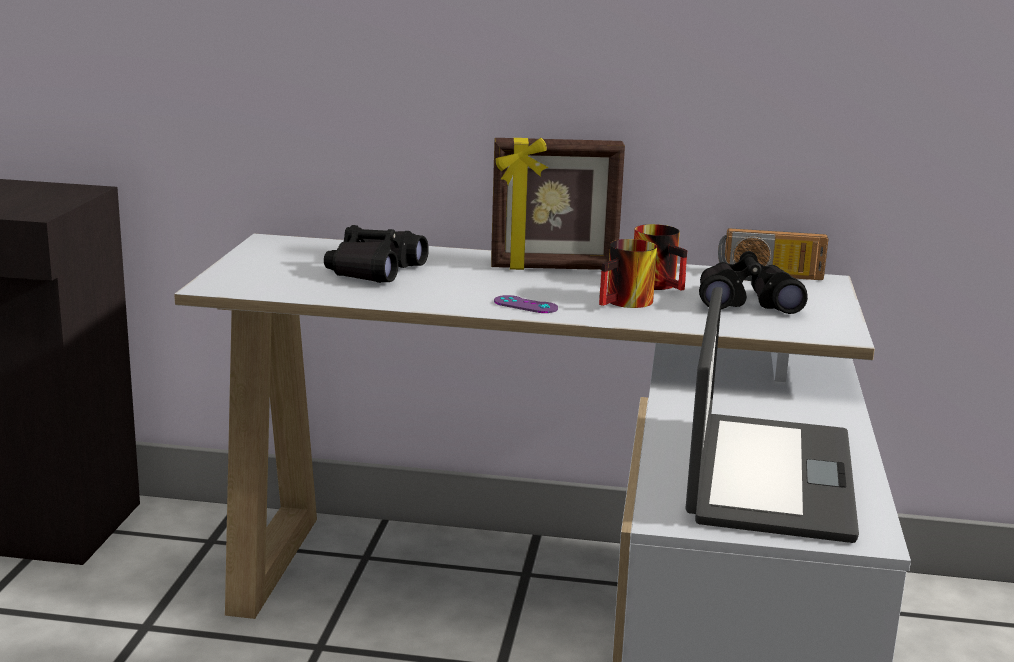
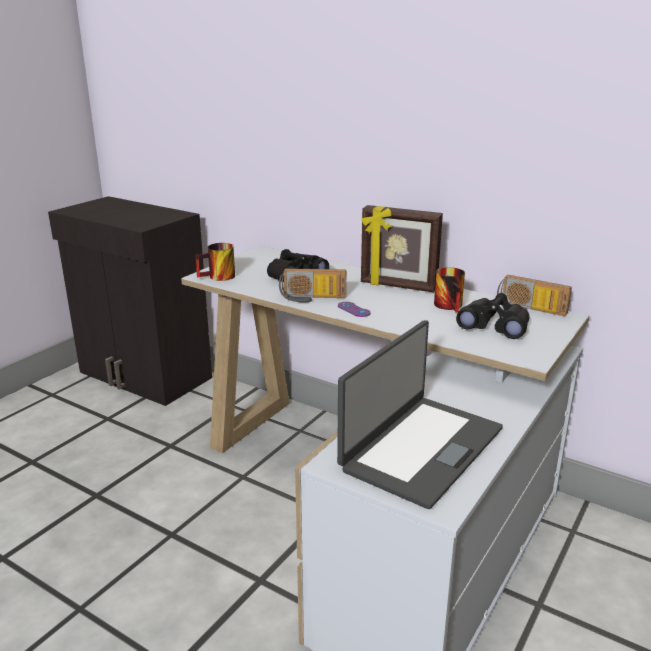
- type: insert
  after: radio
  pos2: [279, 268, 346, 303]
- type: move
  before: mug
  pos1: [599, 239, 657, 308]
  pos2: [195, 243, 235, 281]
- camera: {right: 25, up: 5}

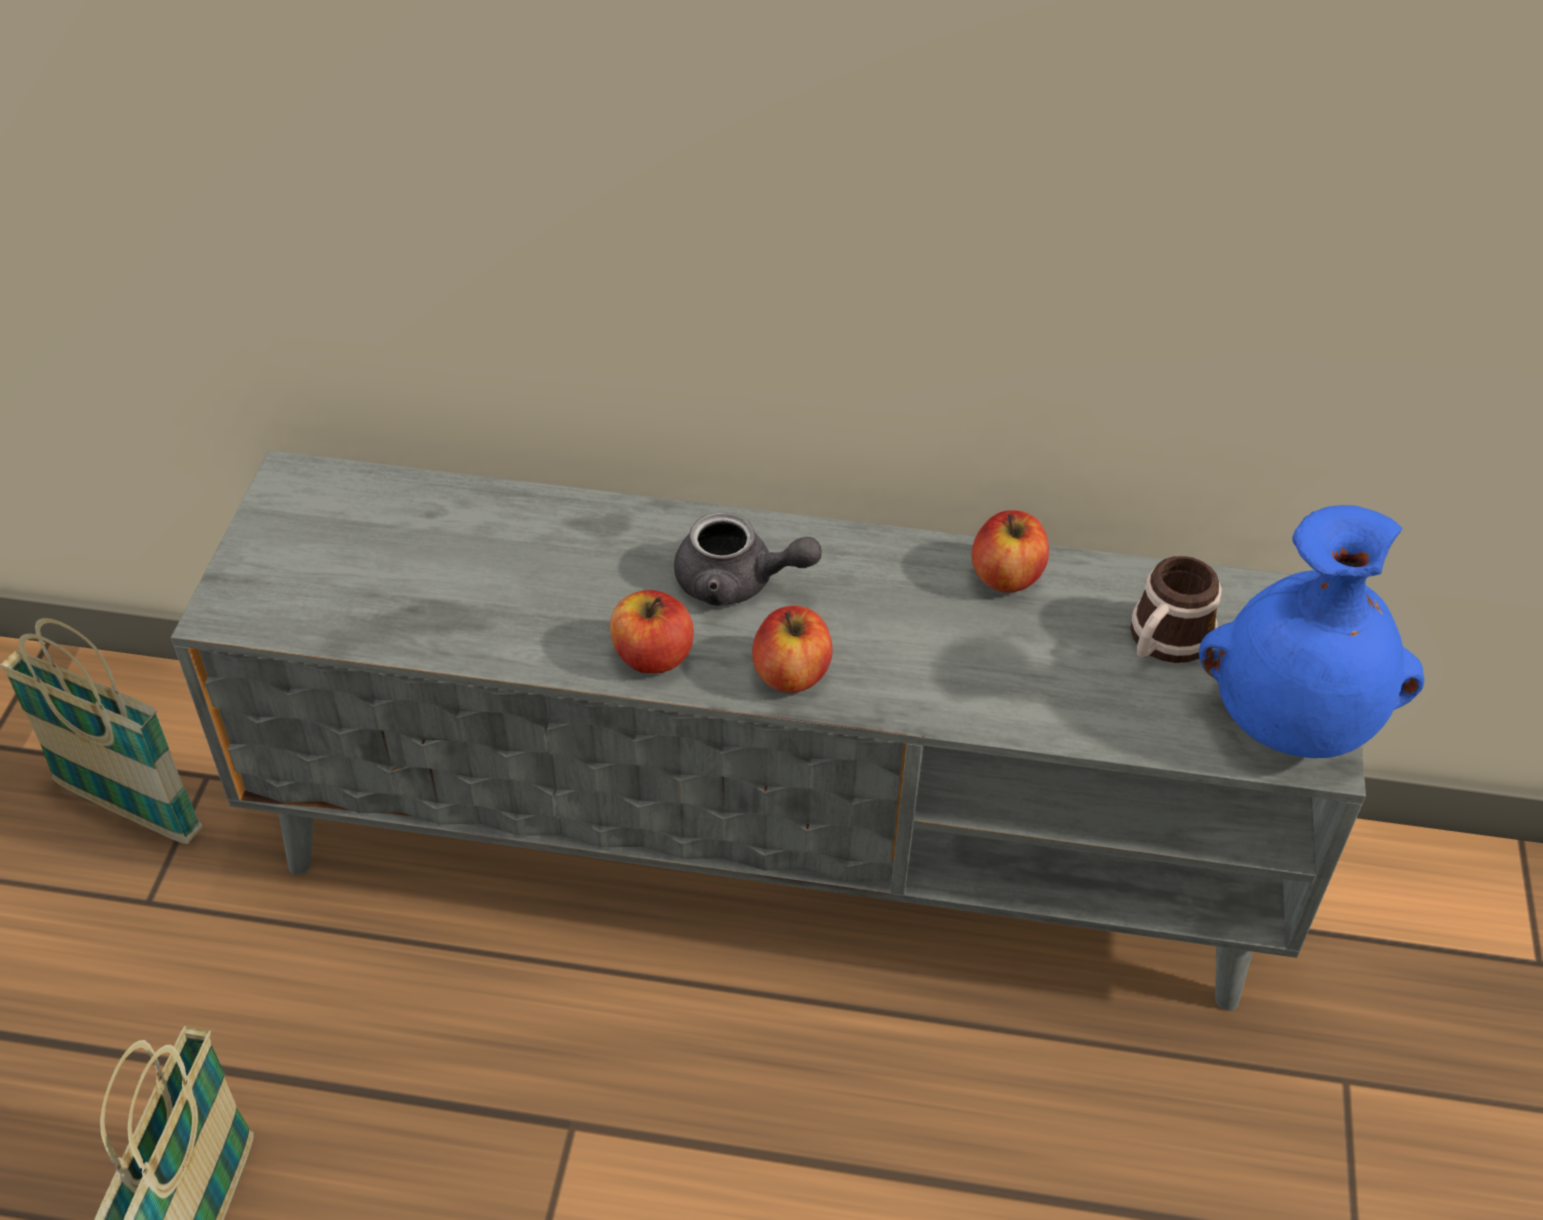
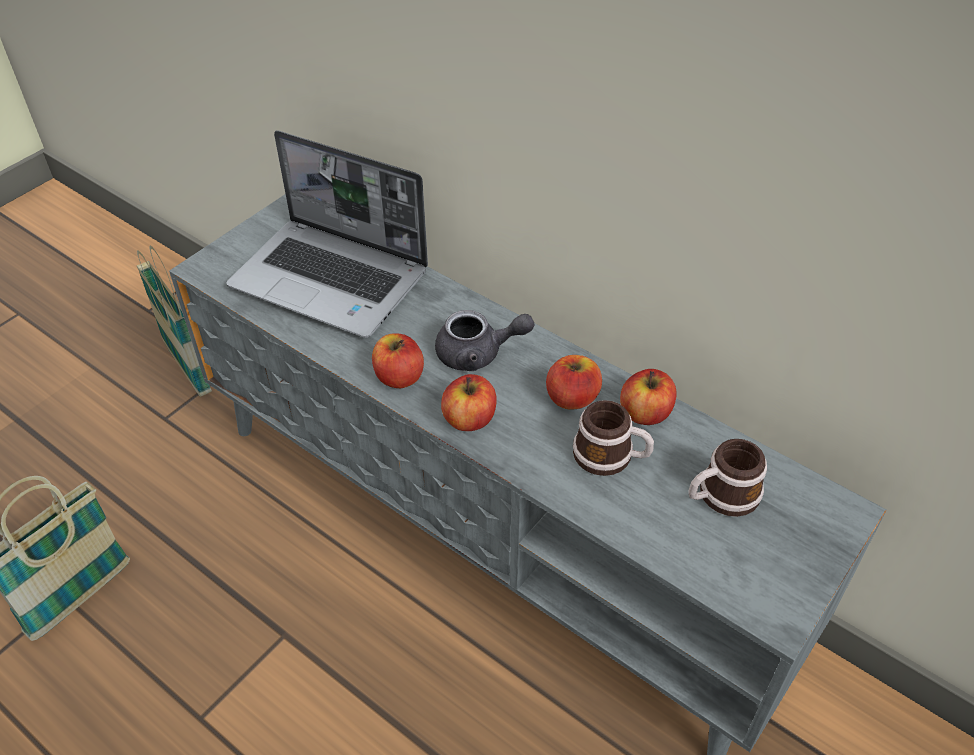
- type: delete
  before: blue vase
  pos1: [1199, 505, 1424, 758]
- type: insert
  after: laptop
  pos2: [226, 130, 428, 338]
- type: insert
  after: apple
  pos2: [546, 355, 602, 410]
- type: insert
  after: mug
  pos2: [573, 400, 654, 476]
- type: rotate
  before: grey teapot
  pos1: [674, 512, 822, 606]
  pos2: [435, 310, 534, 371]
  turn: -45
- camera: {right: 30, up: 0}

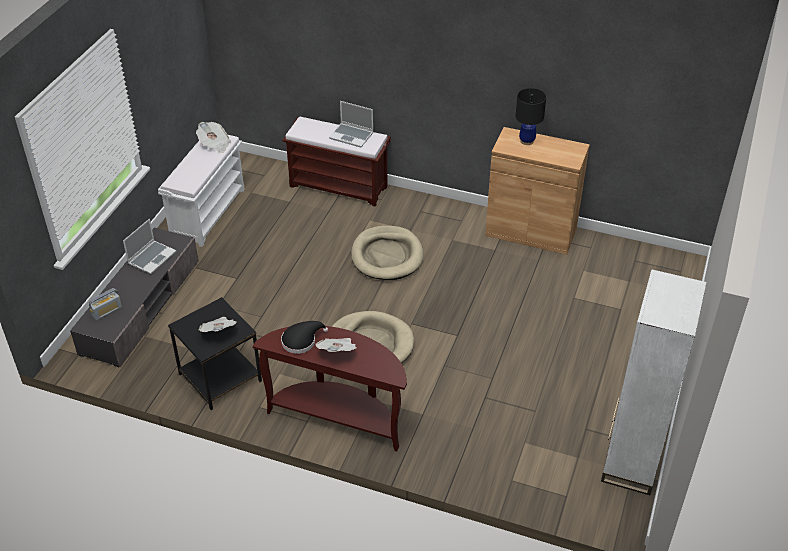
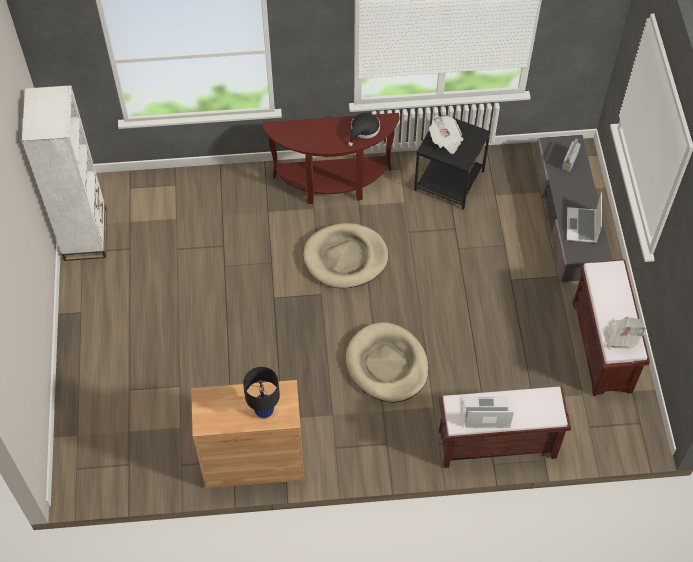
- type: delete
  before: newspaper
  pos1: [315, 338, 357, 352]
- type: recolor
  before: white bench
  after: brown bench
  pos1: [158, 135, 245, 247]
  pos2: [572, 259, 650, 396]
- camera: {right: 155, up: 15}

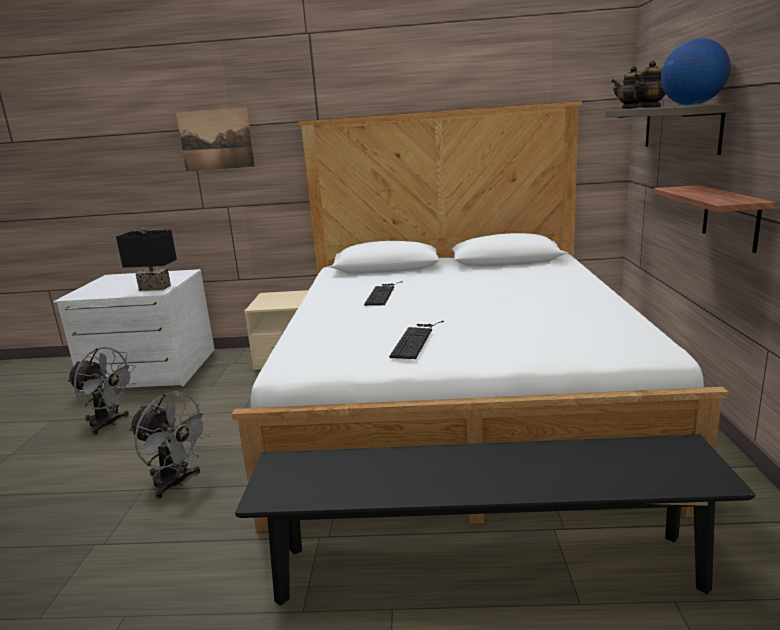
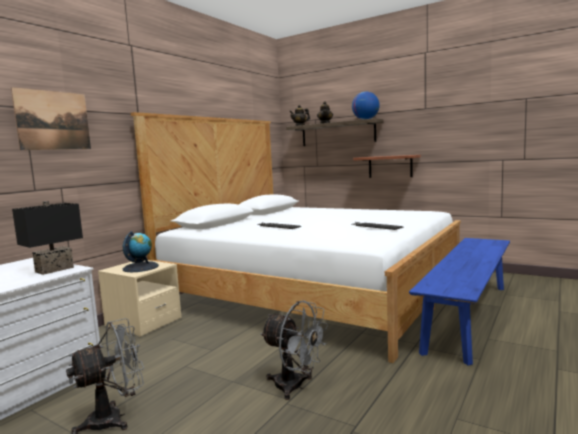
- type: insert
  after: globe
  pos2: [123, 231, 159, 272]
- type: recolor
  before: black bench
  after: blue bench
  pos1: [235, 434, 755, 606]
  pos2: [409, 238, 510, 366]
- type: rotate
  before: grey fan
  pos1: [129, 391, 210, 499]
  pos2: [260, 301, 328, 400]
  turn: 60
- camera: {right: -60, up: -10}

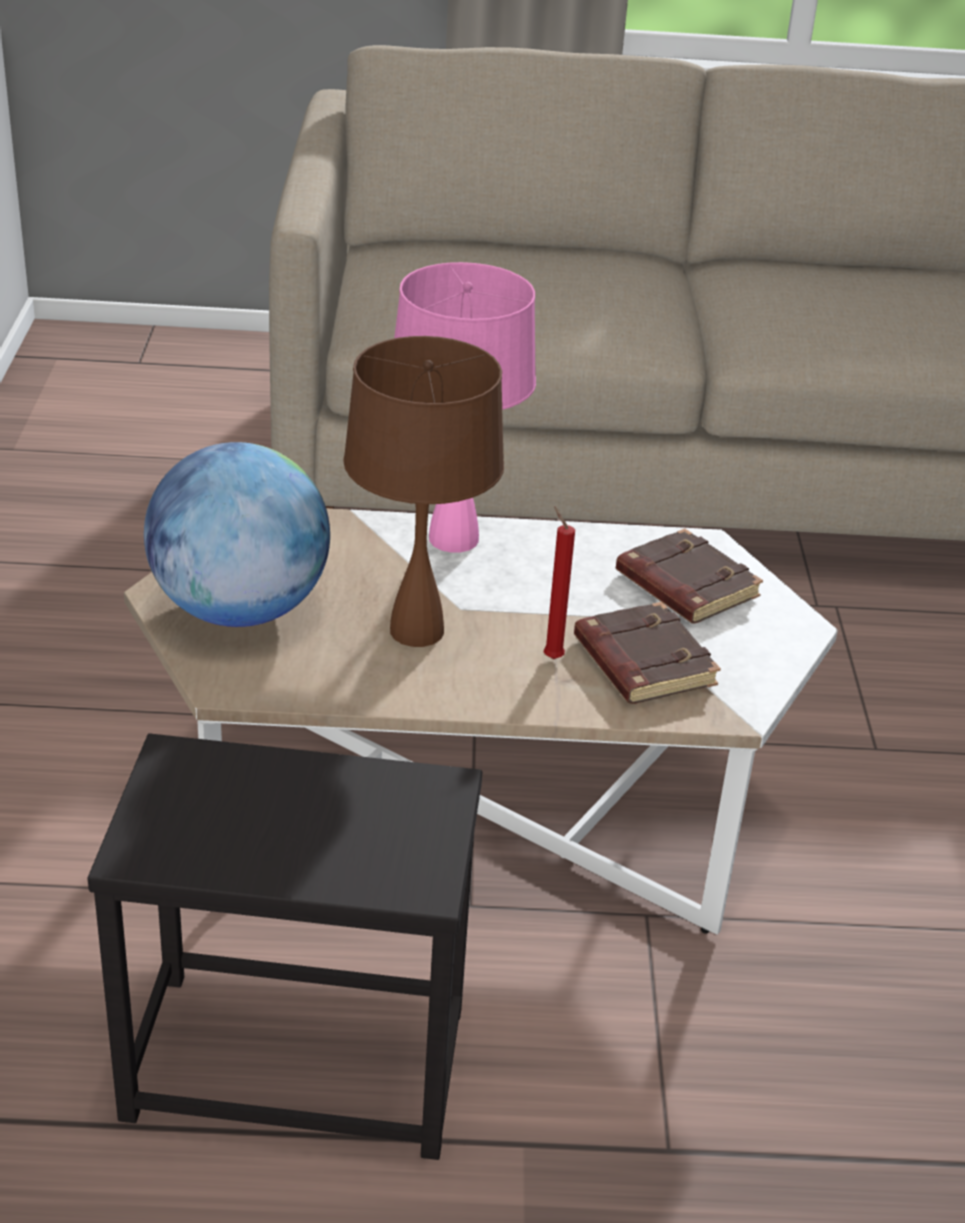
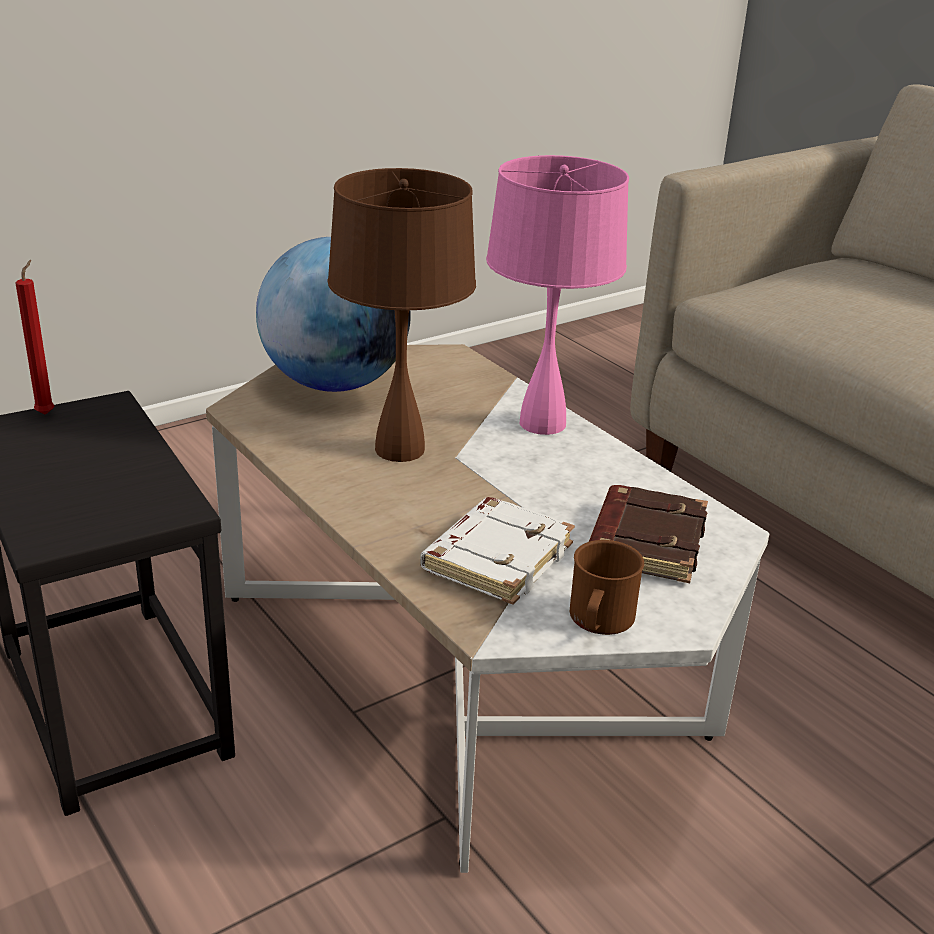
- type: insert
  after: brown mug
  pos2: [570, 540, 644, 635]
- type: move
  before: red candle
  pos1: [544, 506, 575, 659]
  pos2: [15, 260, 55, 415]
- type: recolor
  before: brown book
  after: white book
  pos1: [574, 602, 721, 704]
  pos2: [420, 497, 575, 605]
- camera: {right: 55, up: -5}

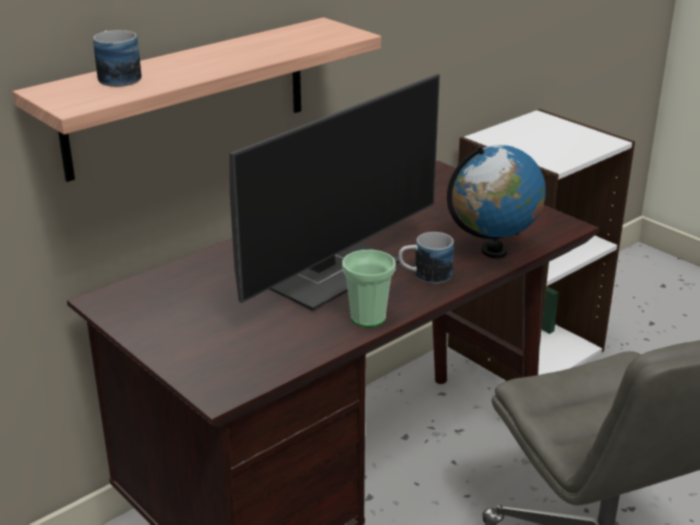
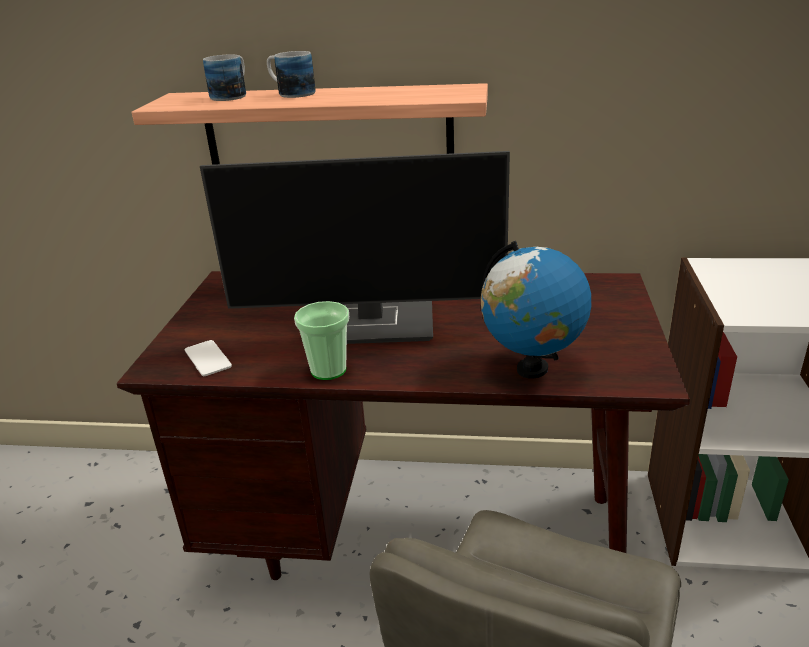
- type: insert
  after: phone
  pos2: [185, 340, 232, 376]
- type: move
  before: mug
  pos1: [399, 232, 454, 284]
  pos2: [267, 51, 315, 98]
- camera: {right: 50, up: 0}

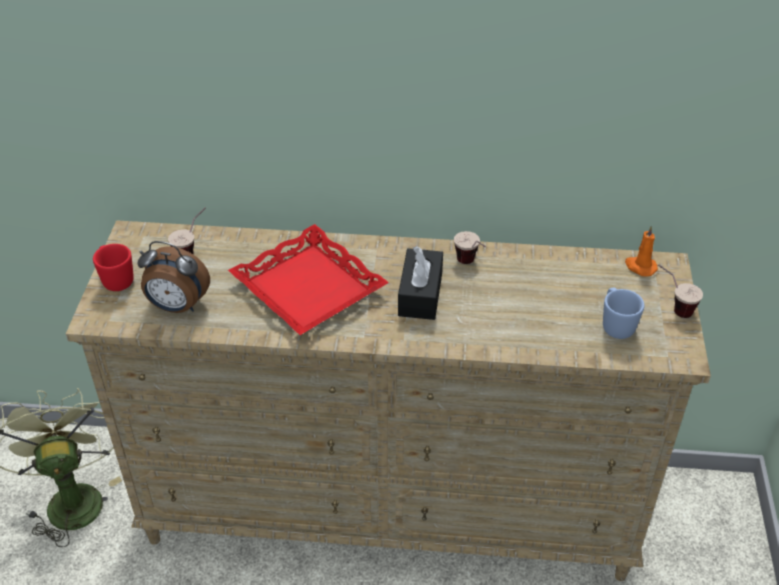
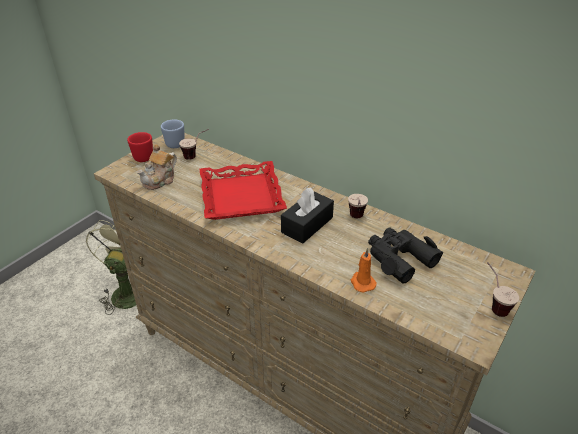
- type: insert
  after: black binoculars
  pos2: [368, 227, 443, 284]
- type: move
  before: blue mug
  pos1: [603, 288, 644, 339]
  pos2: [161, 120, 185, 148]
- type: move
  before: orange candle
  pos1: [625, 226, 658, 277]
  pos2: [351, 248, 377, 292]
- type: replace
  before: alarm clock
  after: teapot
  pos1: [138, 241, 210, 313]
  pos2: [137, 144, 177, 190]
- camera: {right: 30, up: -5}

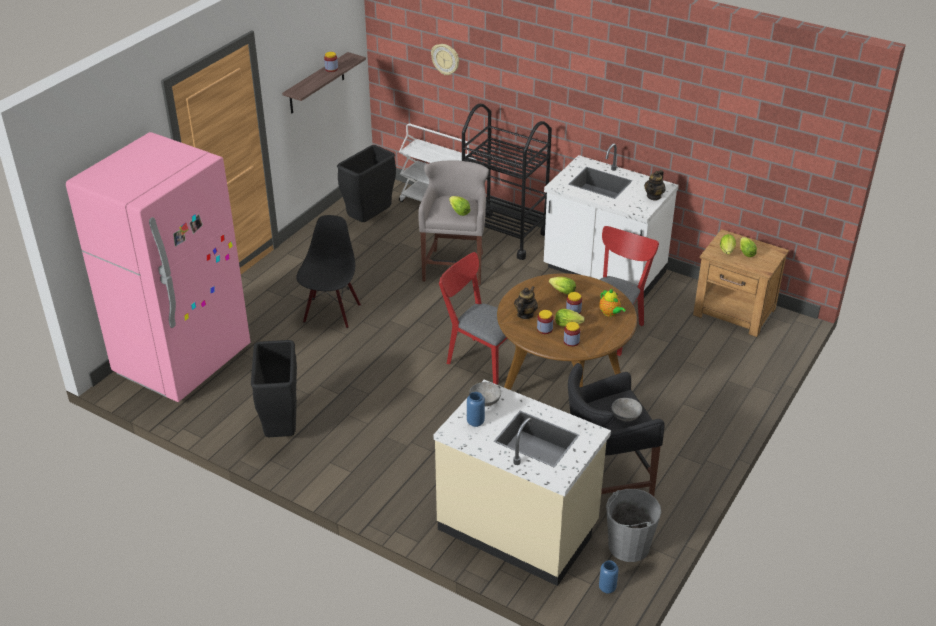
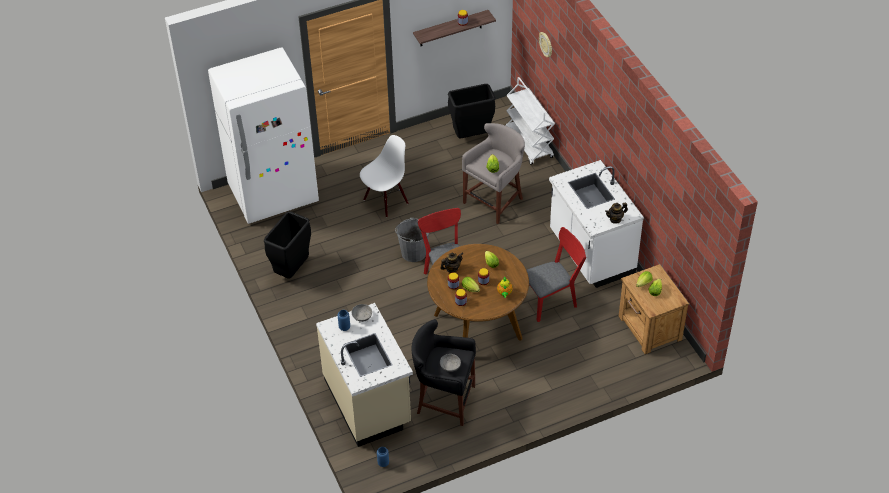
- type: delete
  before: black cart
  pos1: [462, 104, 552, 260]
- type: move
  before: grey bucket
  pos1: [606, 489, 661, 562]
  pos2: [395, 217, 429, 262]
- type: recolor
  before: pink fridge
  after: white fridge
  pos1: [66, 132, 251, 402]
  pos2: [208, 47, 319, 224]
- type: recolor
  before: black chair
  after: white chair
  pos1: [296, 215, 361, 328]
  pos2: [360, 135, 409, 217]
- camera: {right: 35, up: 10}

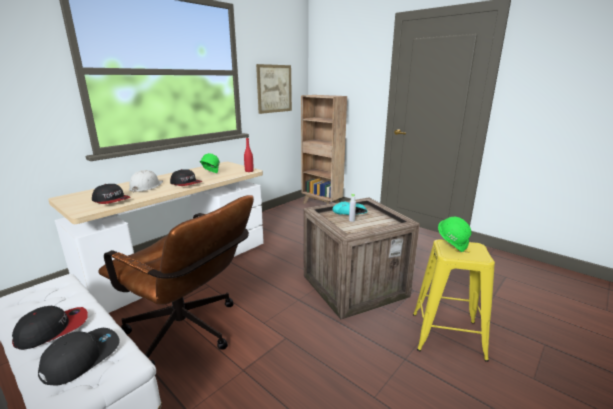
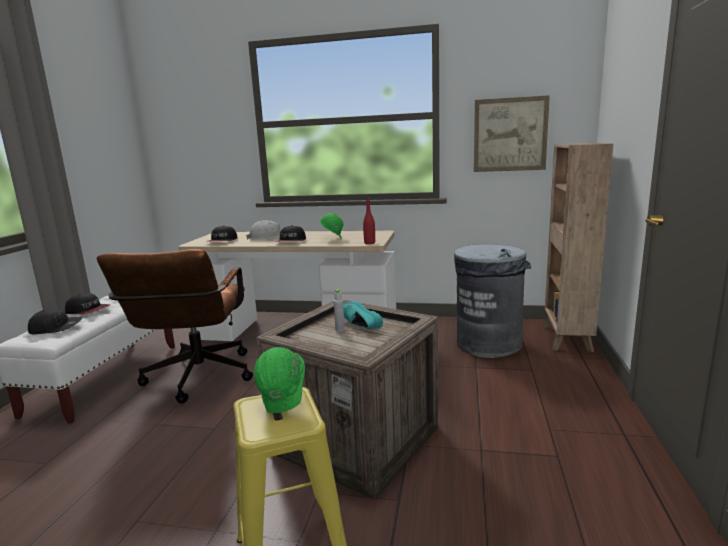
- type: insert
  after: grey trash can
  pos2: [454, 244, 531, 358]
- camera: {right: 60, up: -5}

